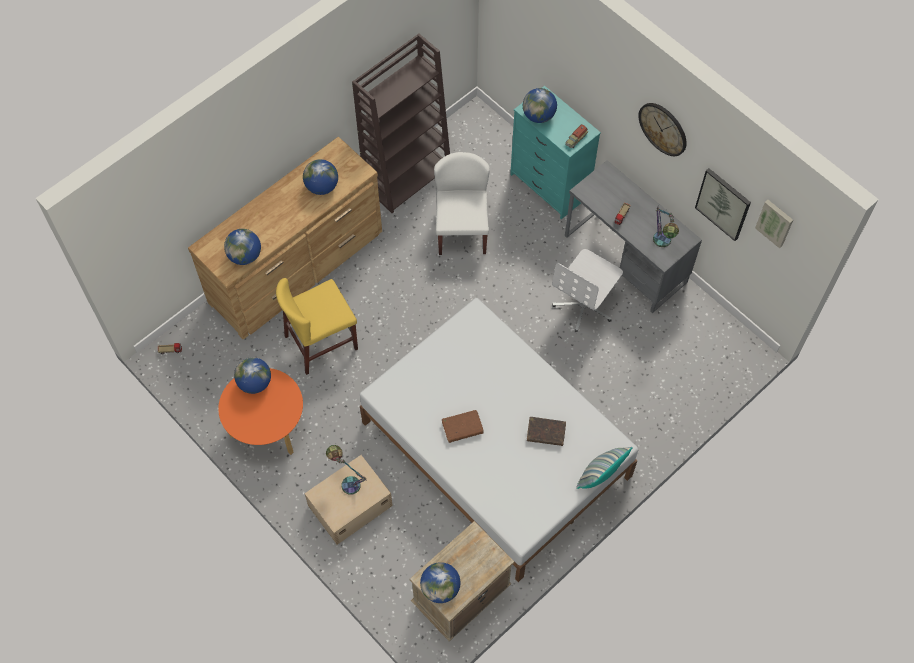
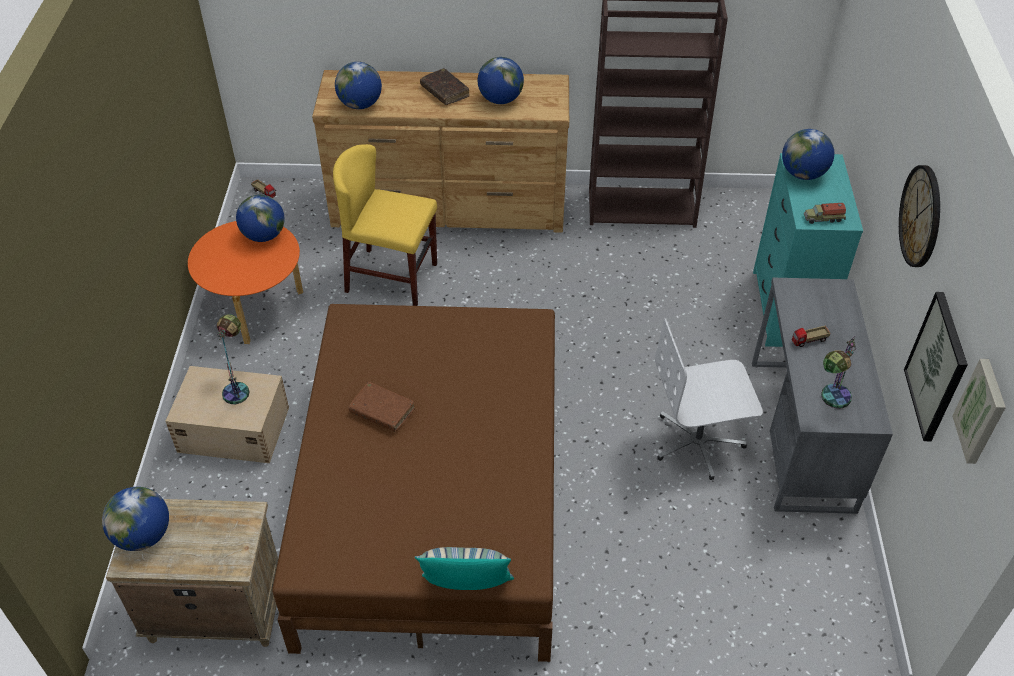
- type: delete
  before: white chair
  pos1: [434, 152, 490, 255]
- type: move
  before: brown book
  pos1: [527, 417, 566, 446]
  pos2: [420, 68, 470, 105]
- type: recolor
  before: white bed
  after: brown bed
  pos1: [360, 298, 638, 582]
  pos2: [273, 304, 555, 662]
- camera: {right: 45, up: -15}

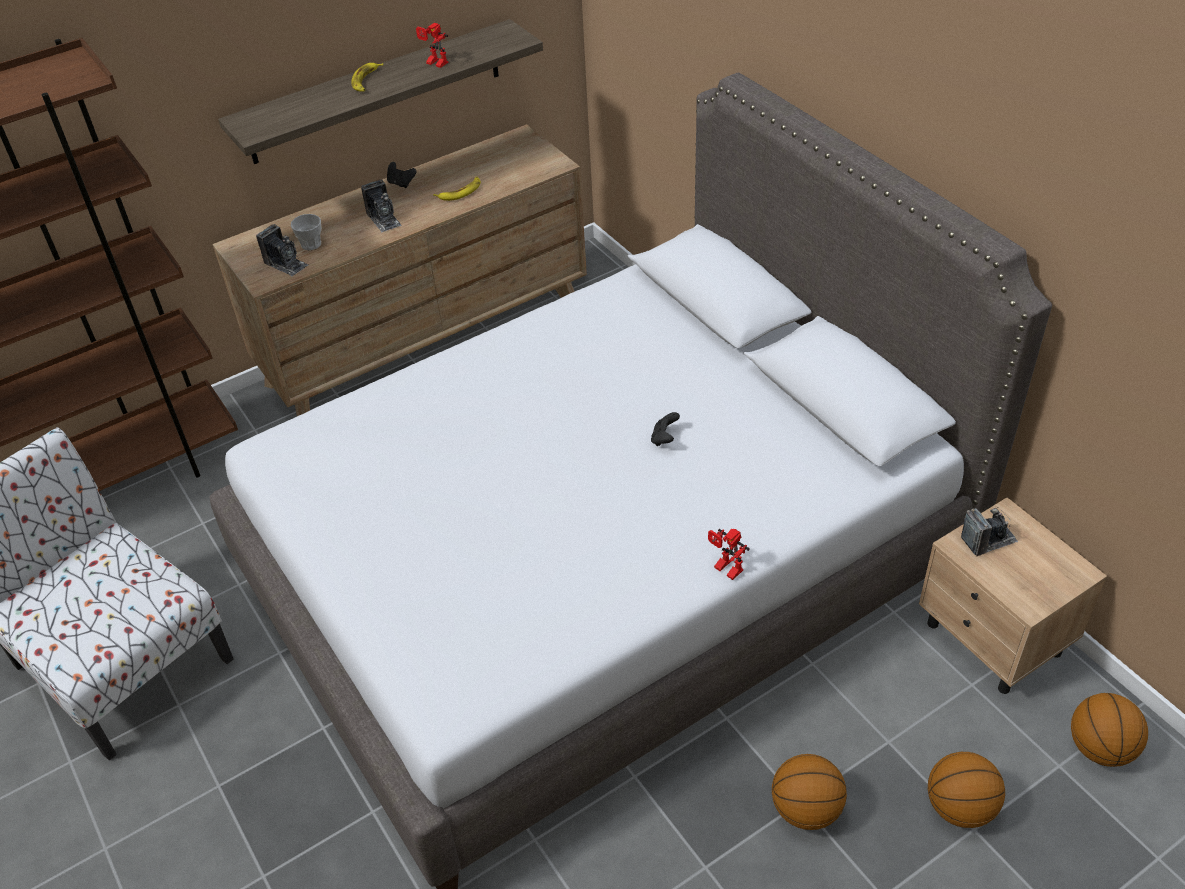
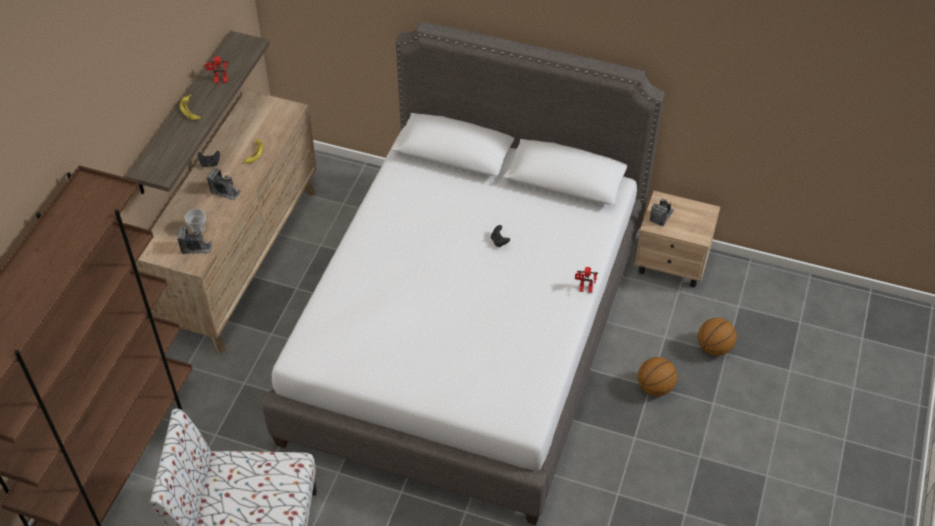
- type: delete
  before: basketball
  pos1: [1071, 693, 1148, 767]
- camera: {right: -40, up: 5}

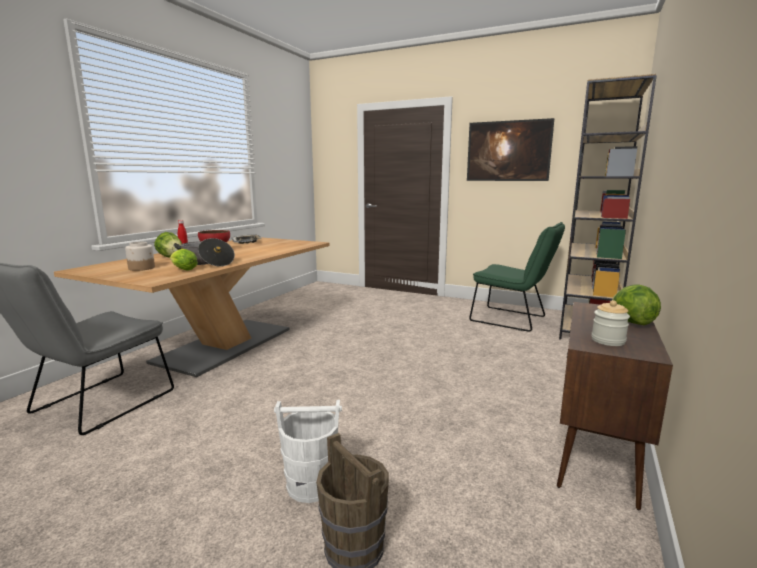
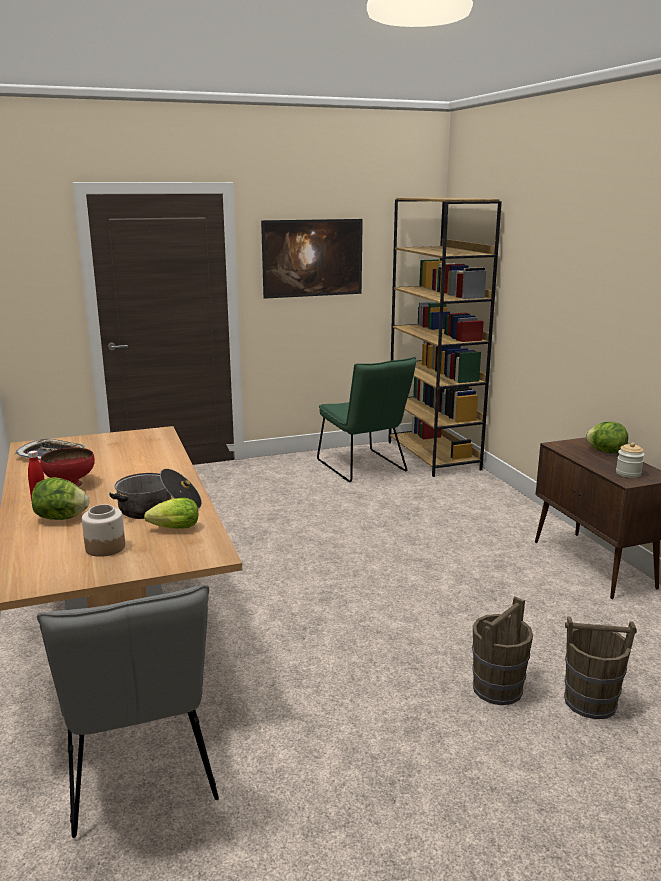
- type: recolor
  before: white bucket
  after: brown bucket
  pos1: [274, 400, 342, 503]
  pos2: [472, 597, 533, 705]
- type: rotate
  before: green chair
  pos1: [469, 222, 565, 332]
  pos2: [317, 357, 416, 482]
  turn: 75
- camera: {right: -45, up: 5}

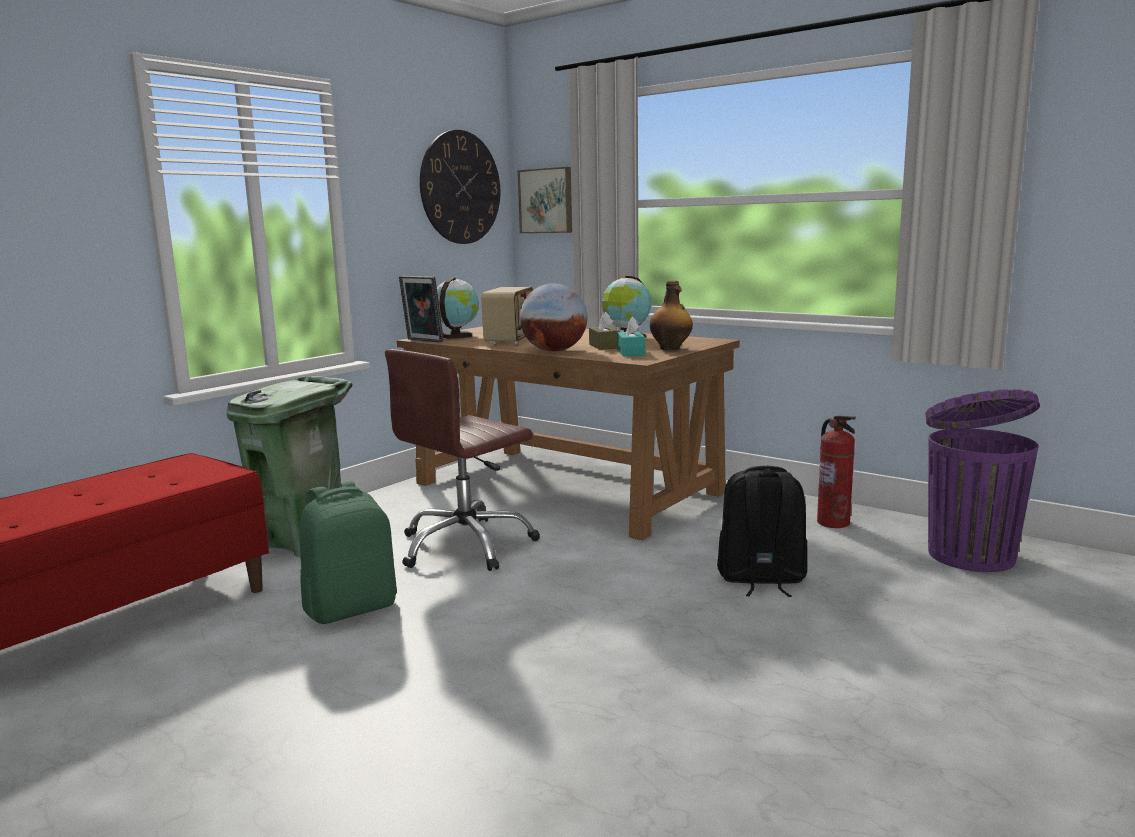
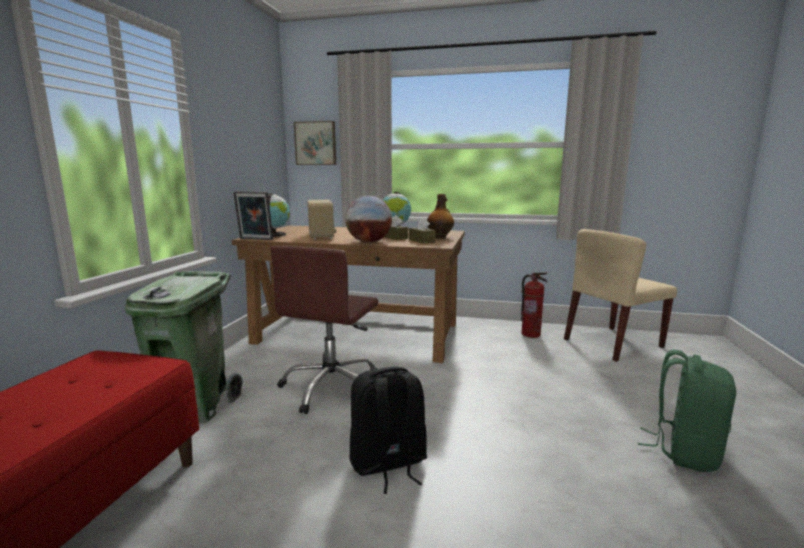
- type: delete
  before: wall clock
  pos1: [420, 130, 500, 244]
- type: move
  before: green backpack
  pos1: [299, 481, 397, 624]
  pos2: [638, 350, 736, 472]
- type: move
  before: black backpack
  pos1: [717, 466, 807, 597]
  pos2: [349, 367, 427, 494]
- type: replace
  before: purple trash can
  after: beige chair
  pos1: [925, 389, 1040, 572]
  pos2: [564, 229, 677, 362]
- type: recolor
  before: turquoise tissue box
  after: brown tissue box
  pos1: [617, 317, 645, 356]
  pos2: [409, 217, 436, 244]
- camera: {right: -25, up: 0}

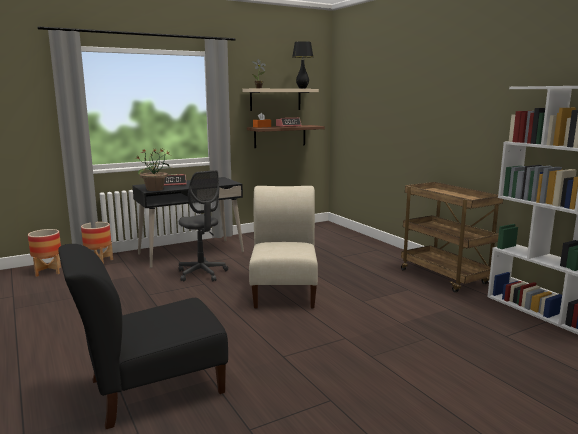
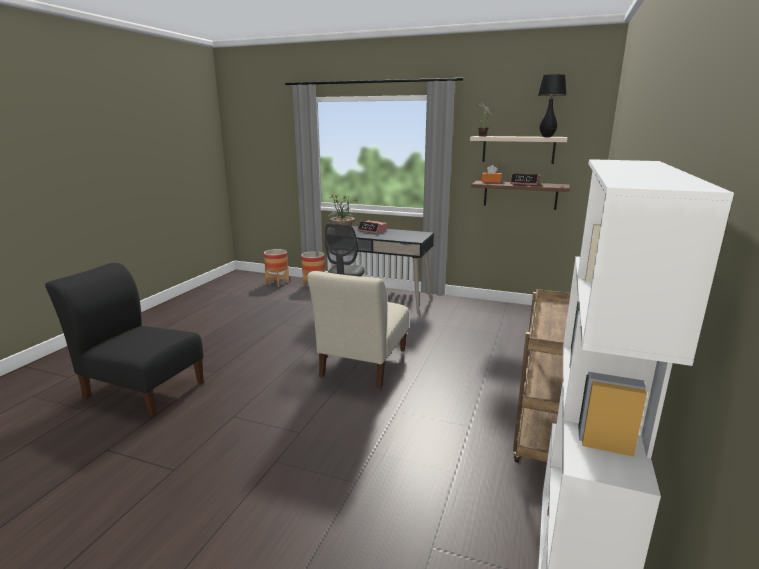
- type: rotate
  before: beige chair
  pos1: [249, 186, 318, 309]
  pos2: [307, 271, 409, 388]
  turn: 150
- camera: {right: 50, up: 5}

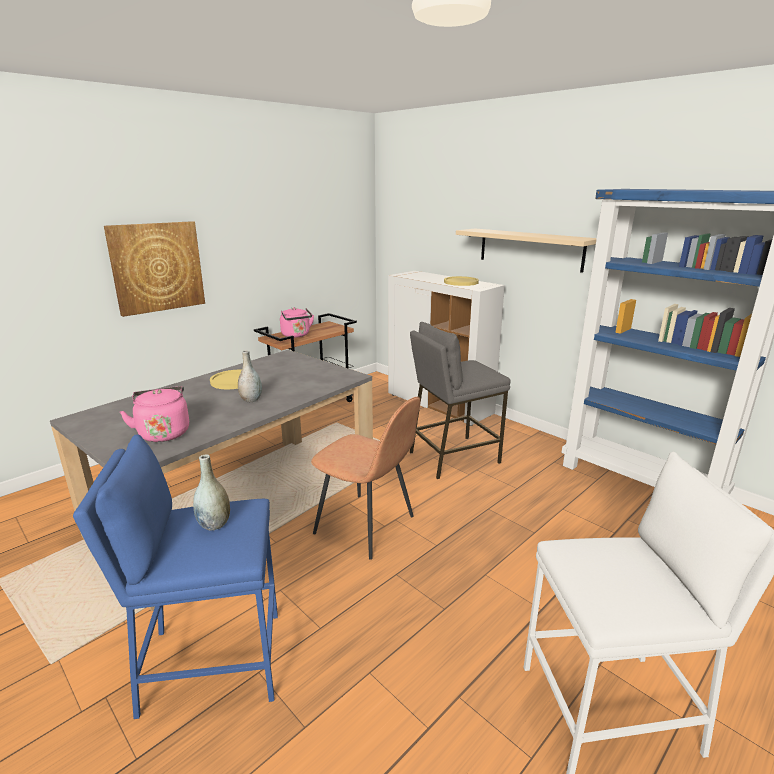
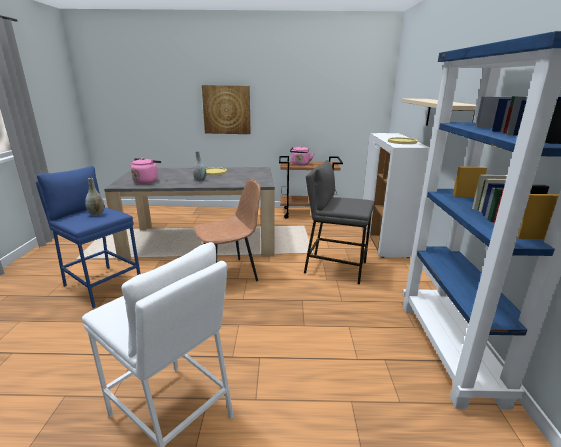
- type: rotate
  before: brown chair
  pos1: [311, 397, 420, 560]
  pos2: [194, 179, 261, 281]
  turn: -105
- camera: {right: 45, up: 0}

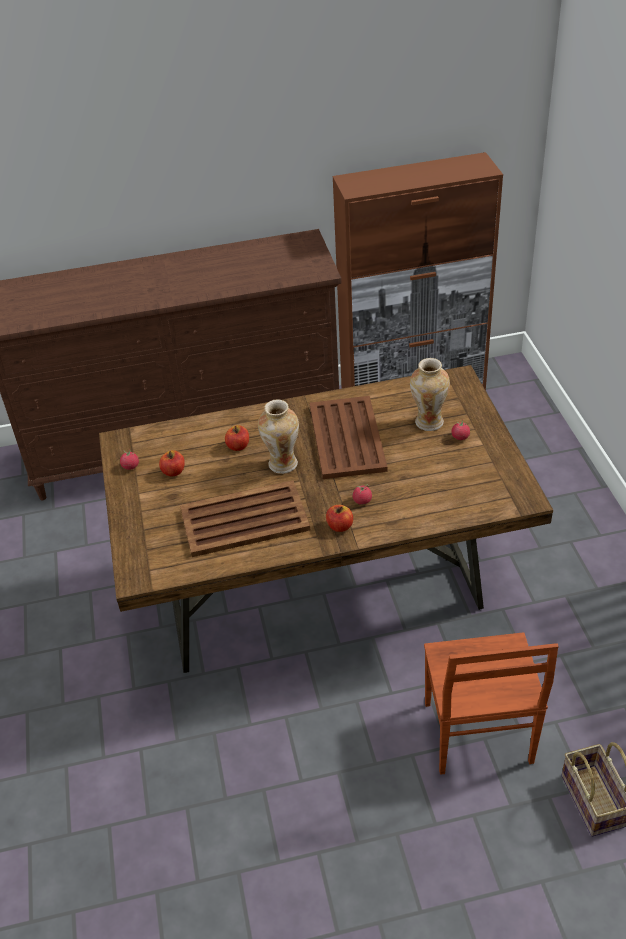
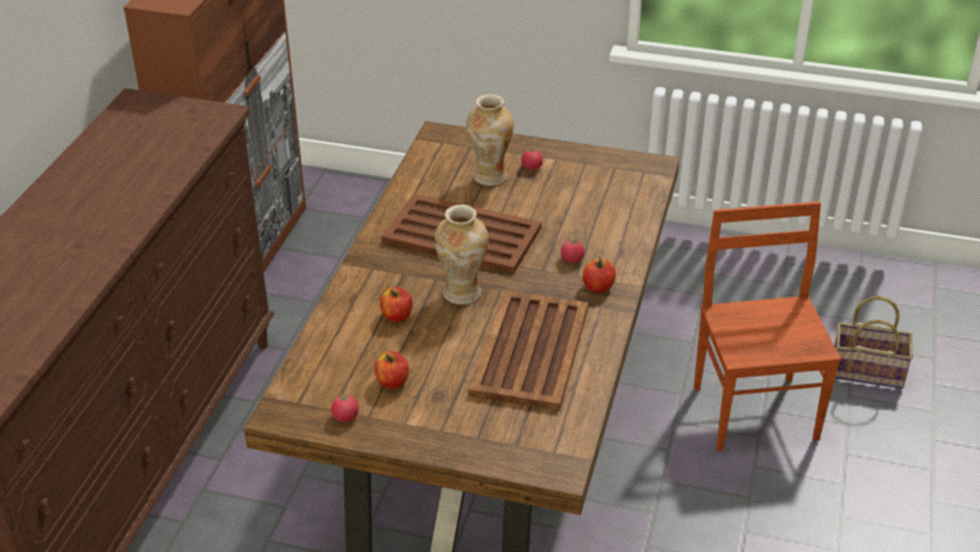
- type: rotate
  before: brown chair
  pos1: [424, 632, 559, 775]
  pos2: [694, 201, 841, 451]
  turn: -120
- camera: {right: -65, up: -5}

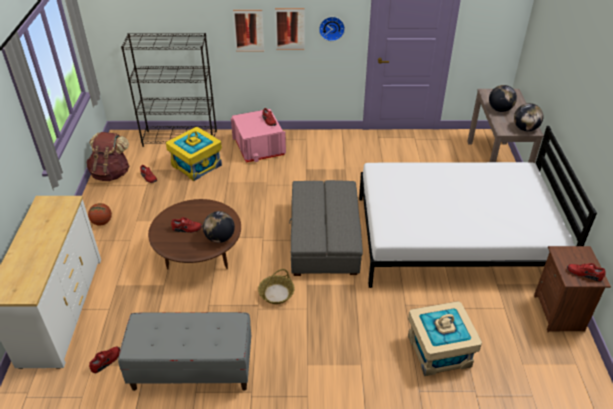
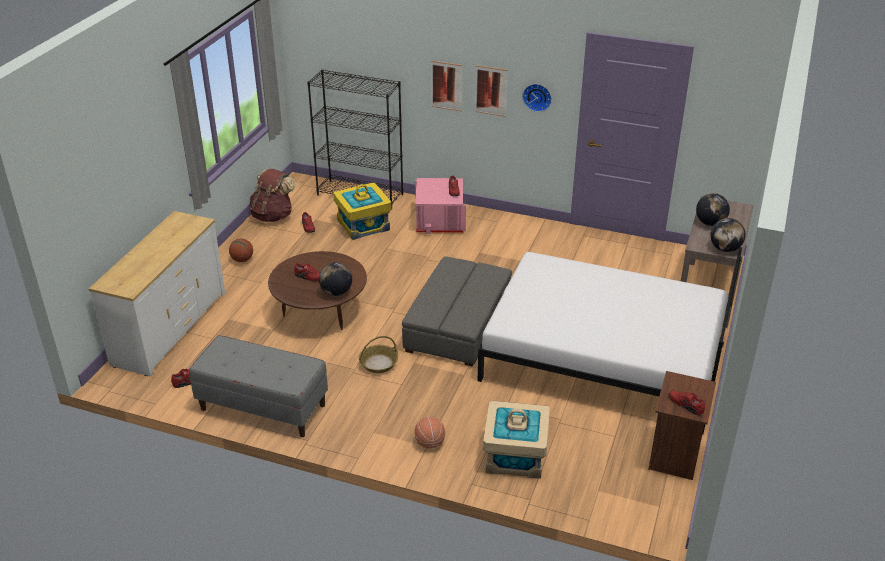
- type: insert
  after: basketball
  pos2: [415, 417, 445, 448]
- camera: {right: 20, up: -5}

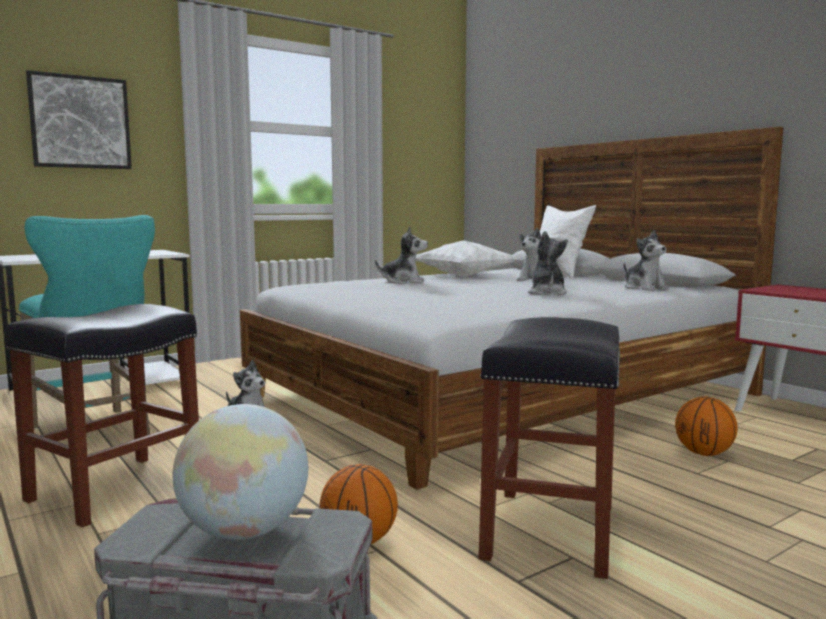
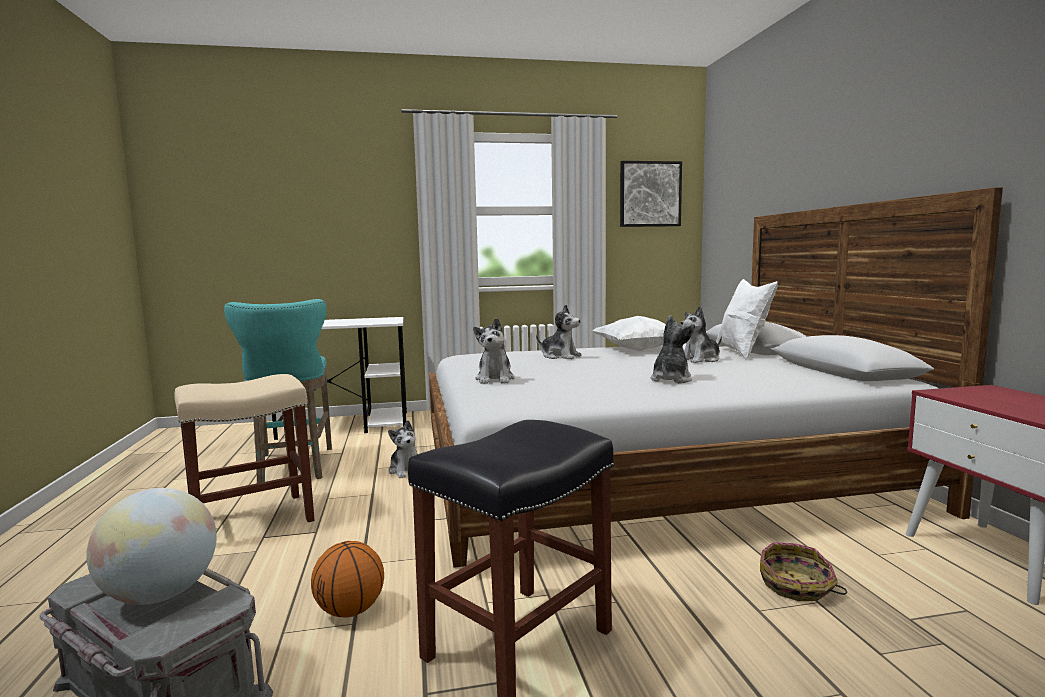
- type: move
  before: picture
  pos1: [26, 70, 132, 169]
  pos2: [620, 161, 682, 227]
- type: move
  before: plush toy
  pos1: [624, 230, 669, 291]
  pos2: [473, 318, 515, 384]
- type: replace
  before: basketball
  after: basket
  pos1: [675, 396, 738, 456]
  pos2: [760, 542, 847, 601]
- type: recolor
  before: black stool
  after: beige stool
  pos1: [5, 304, 199, 527]
  pos2: [174, 374, 314, 522]
- camera: {right: 25, up: 0}

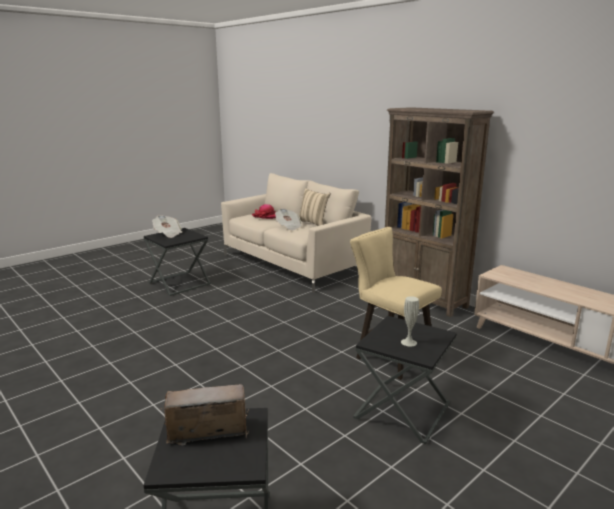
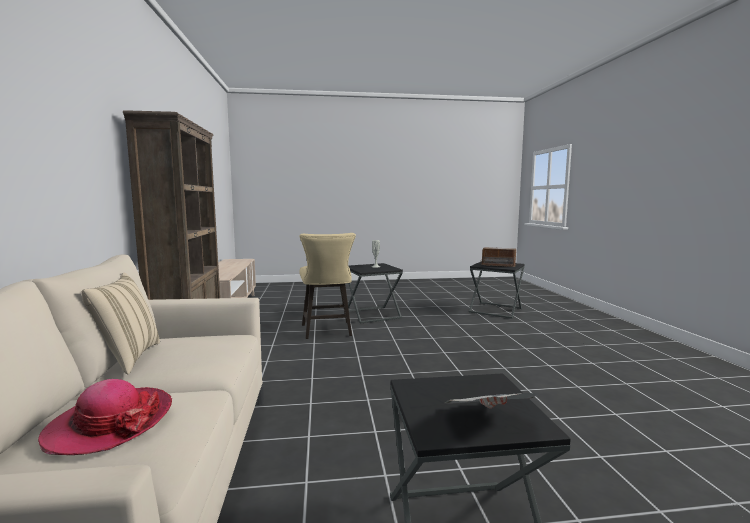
- type: delete
  before: newspaper
  pos1: [275, 209, 302, 231]
- camera: {right: -145, up: -10}

